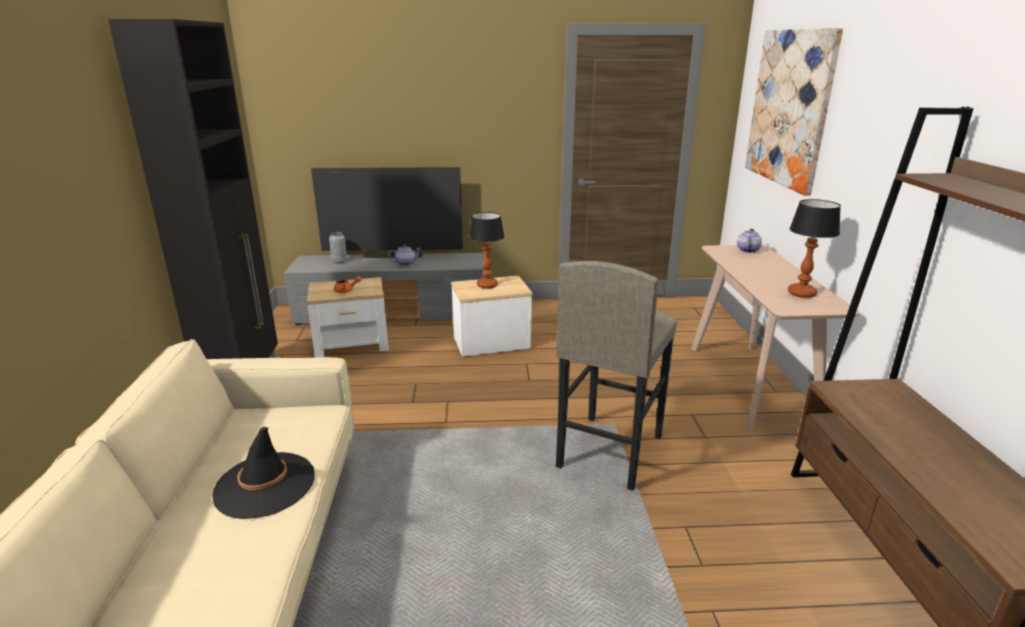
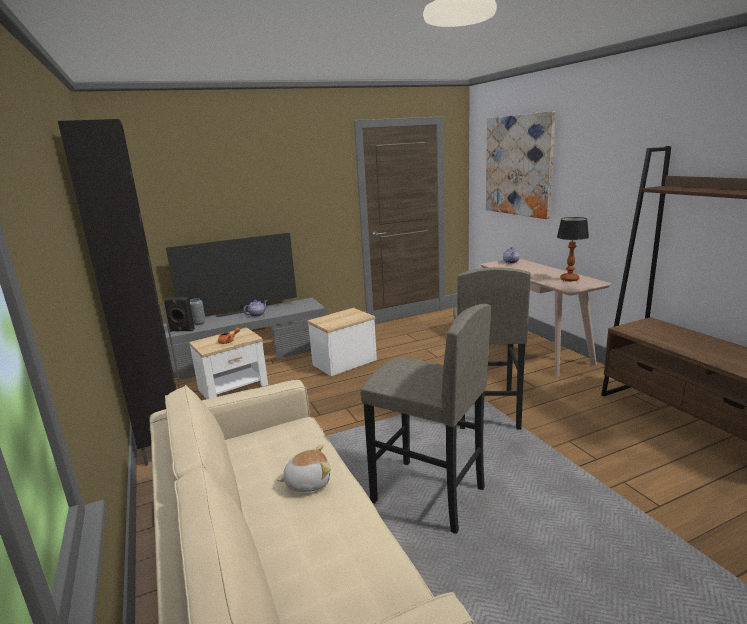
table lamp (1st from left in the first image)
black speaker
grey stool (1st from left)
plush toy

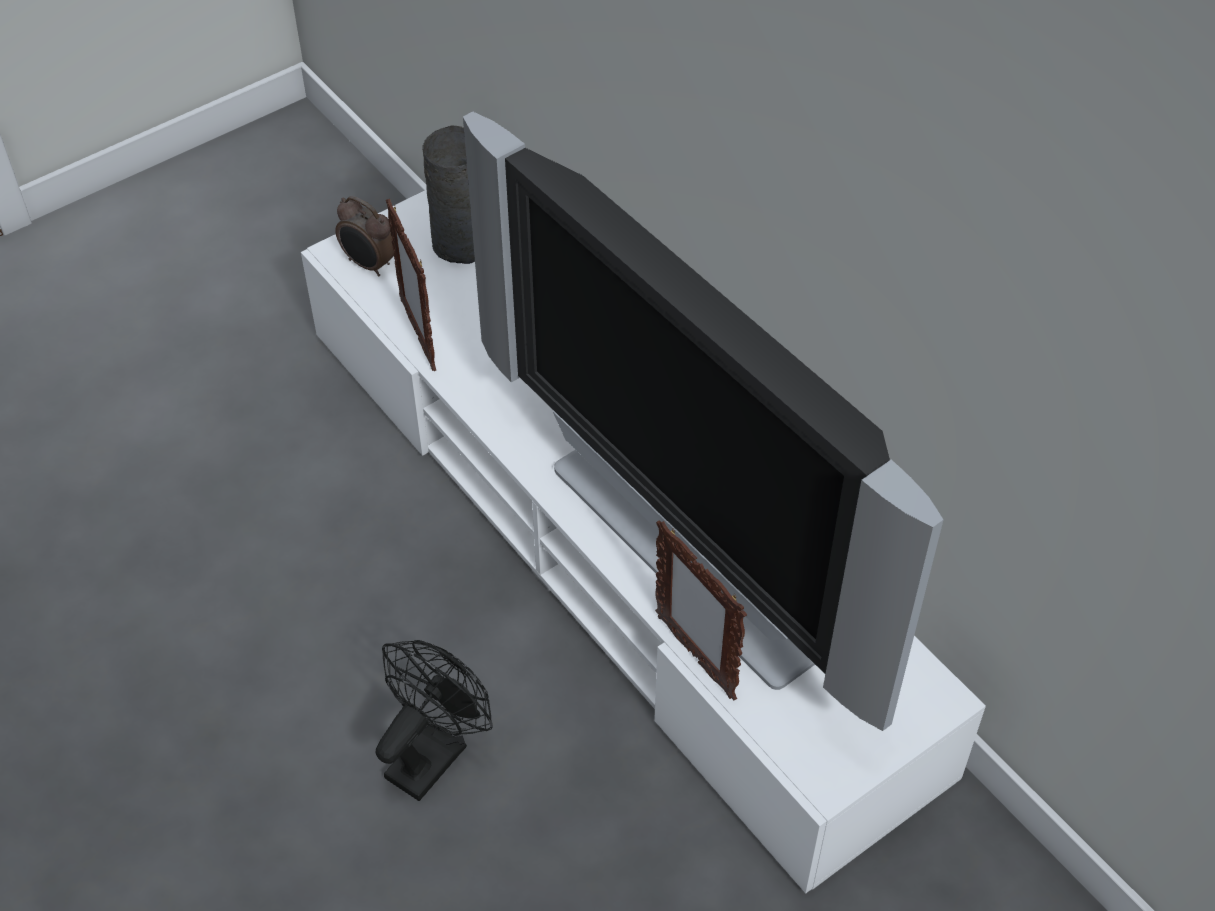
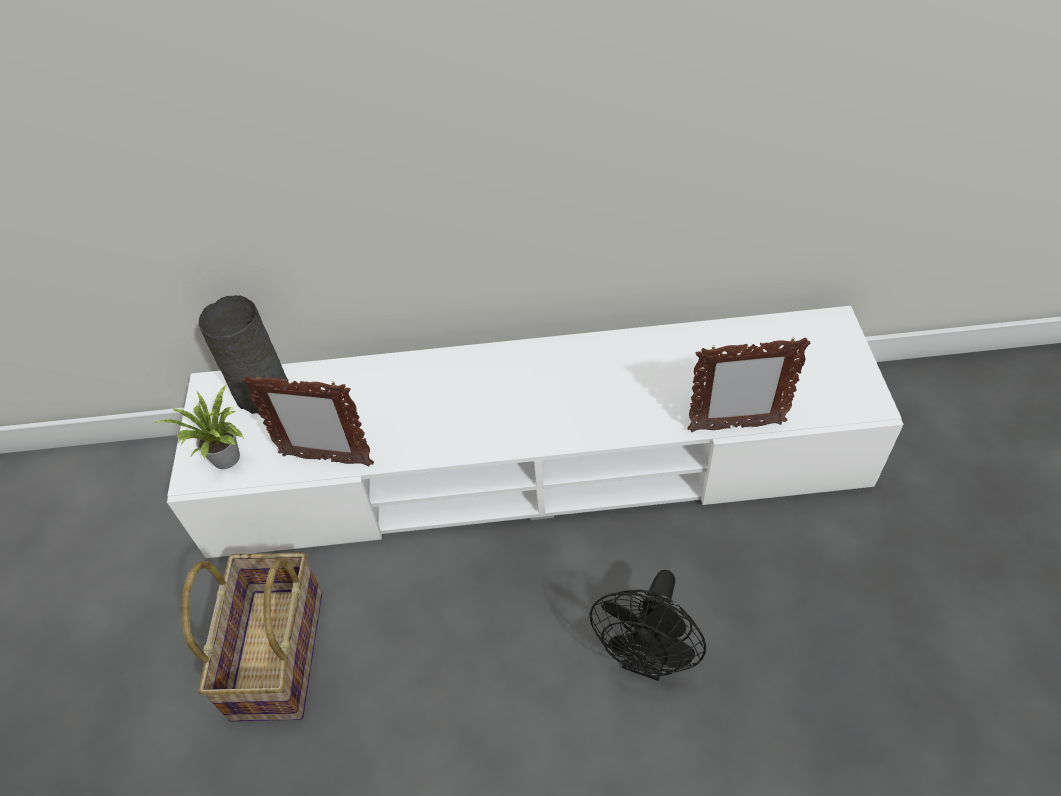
television
basket
potted plant
black fan

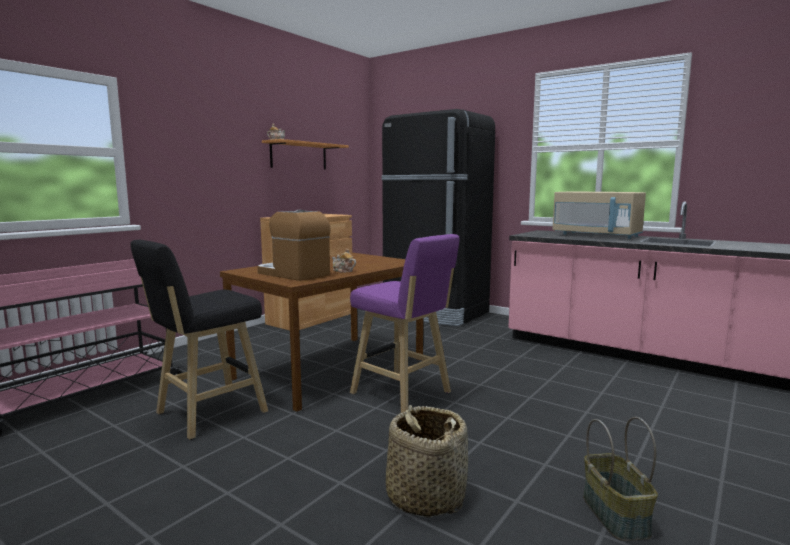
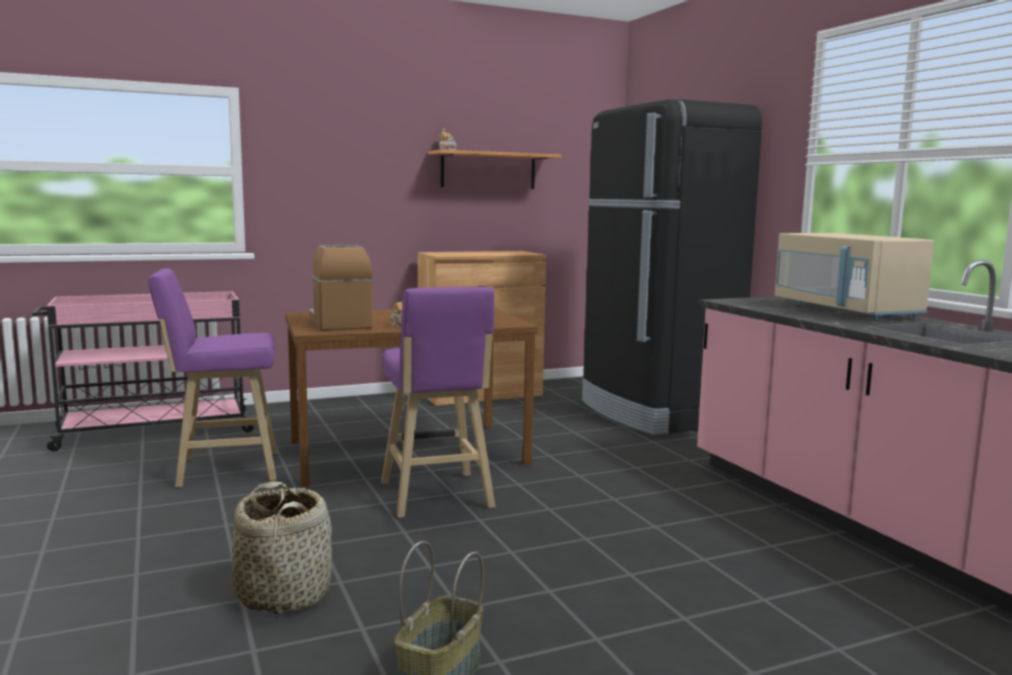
purple stool (1st from left)

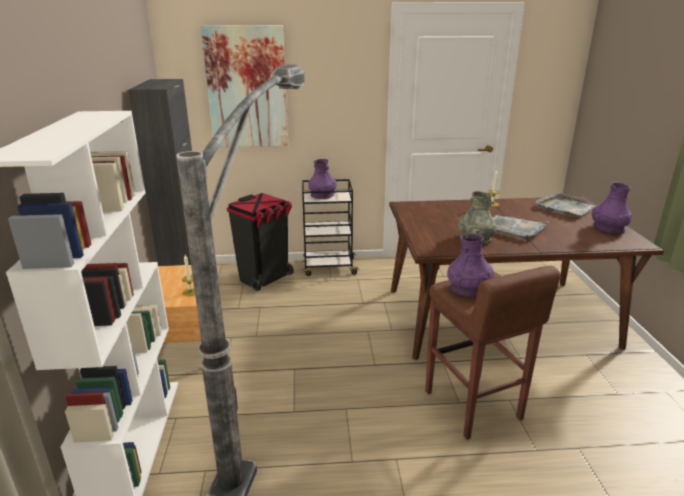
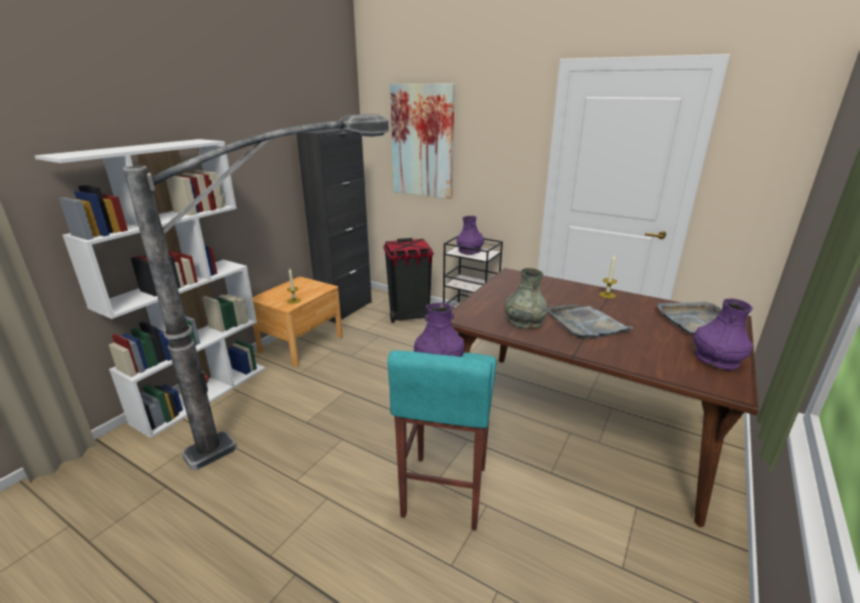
turquoise stool

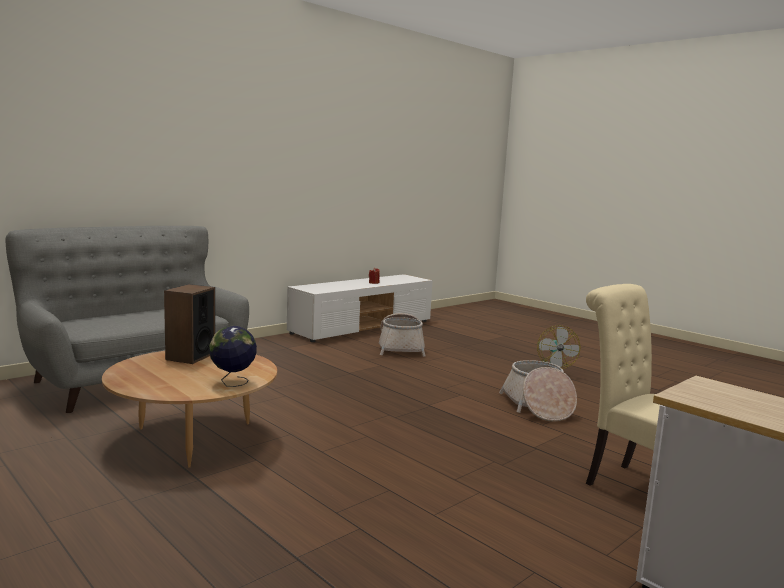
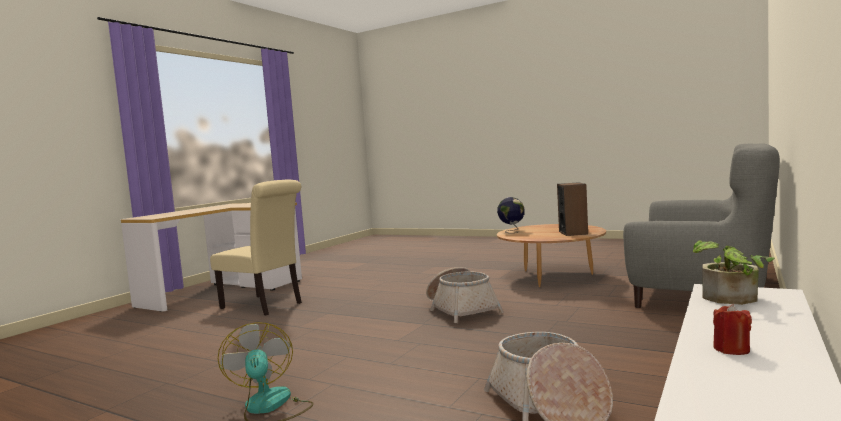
potted plant
basket (1st from left)

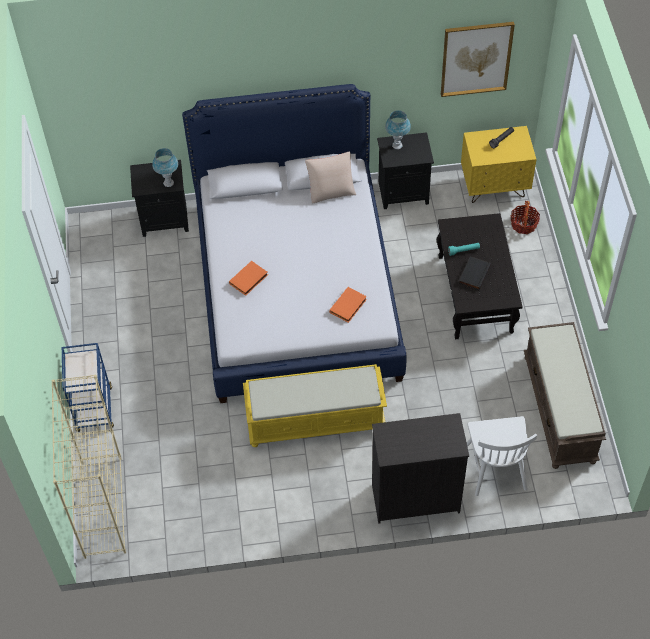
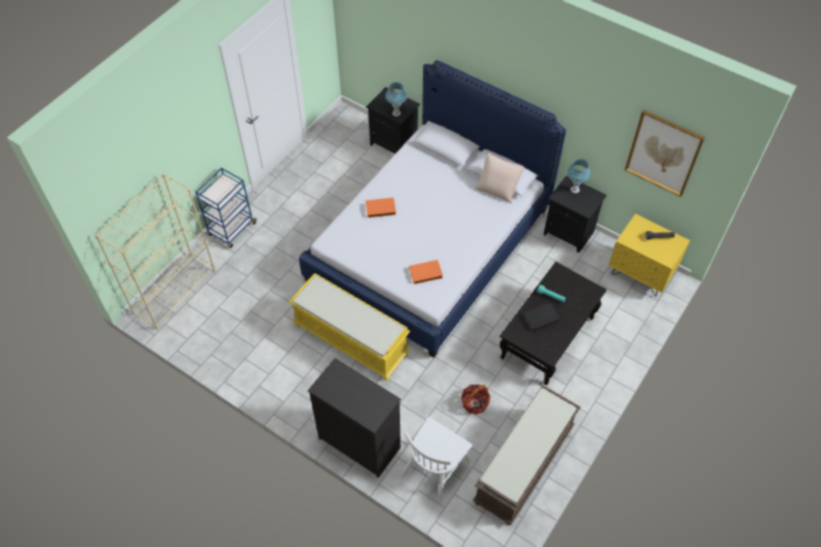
basket

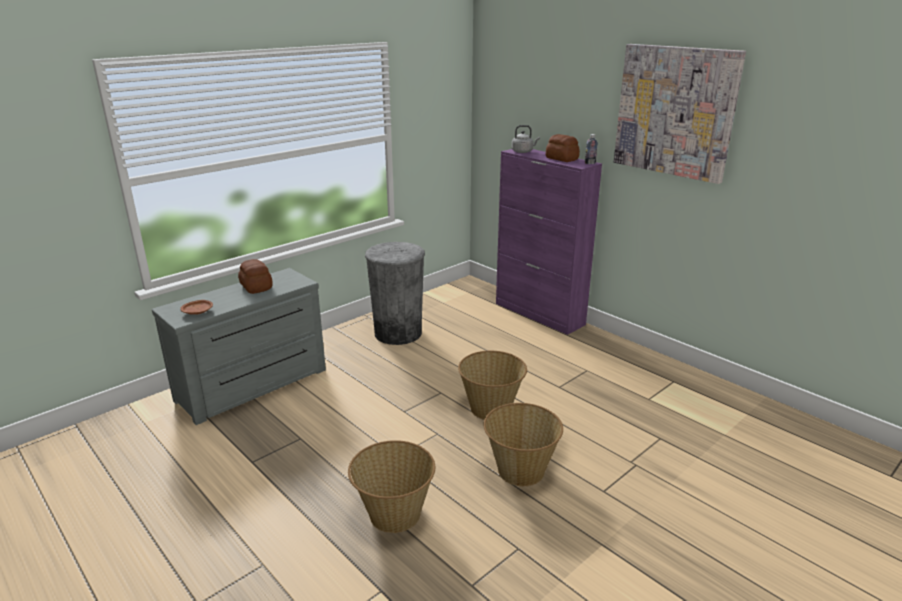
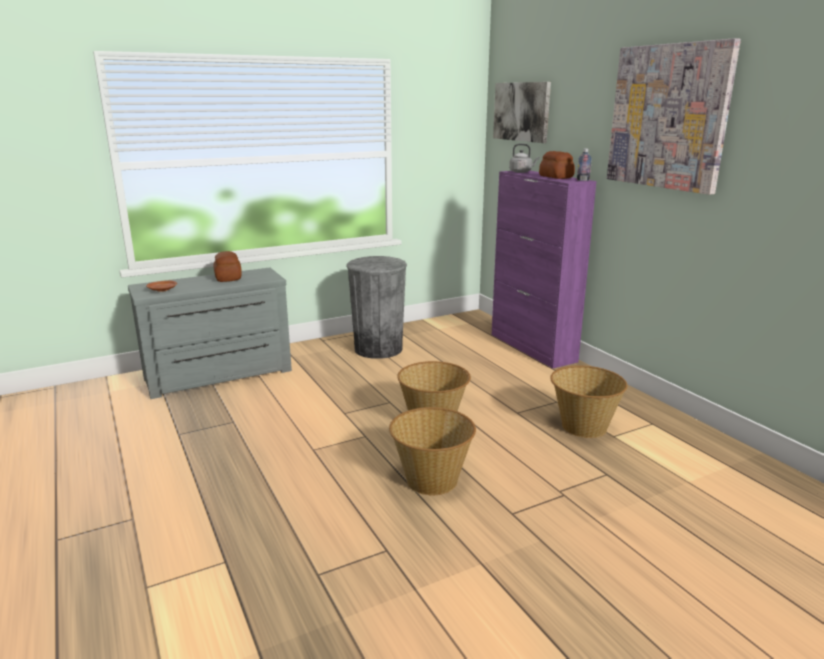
picture (1st from left)
basket (3rd from left)

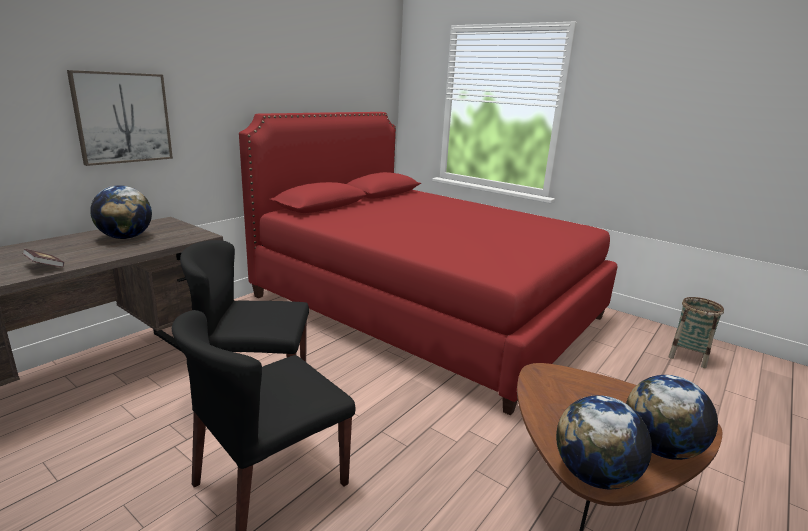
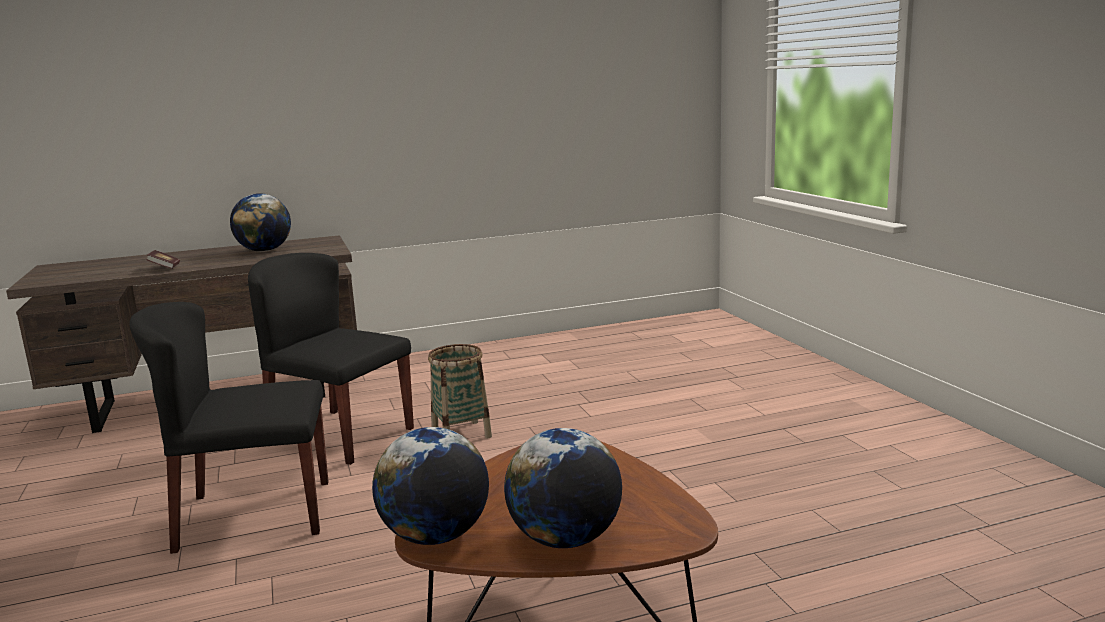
picture
red bed
basket

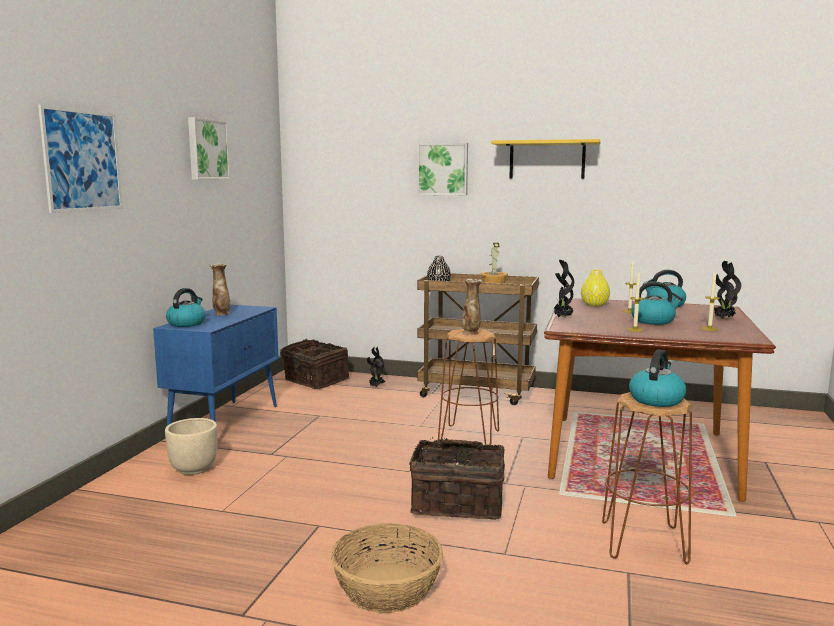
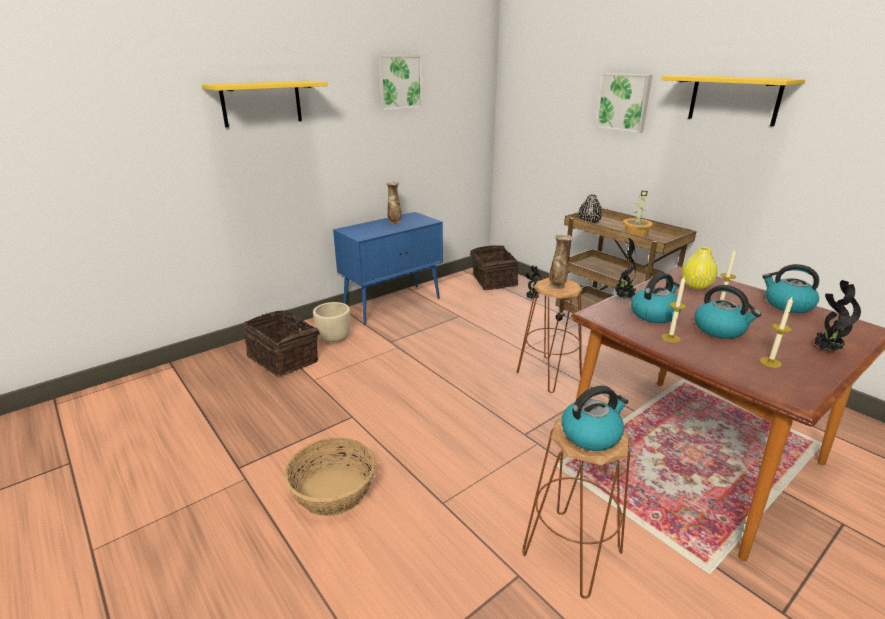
kettle (2nd from left)
basket (1st from left)
yellow shelf (1st from left)

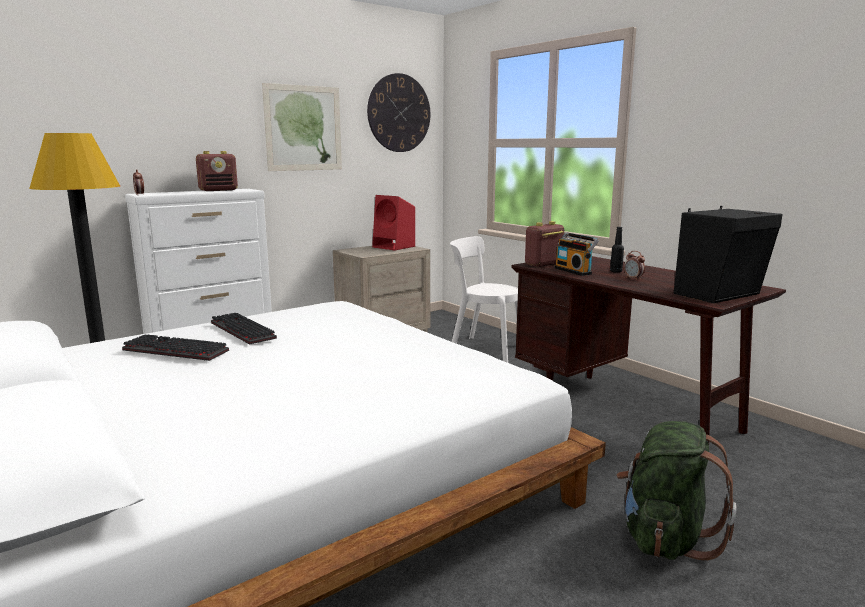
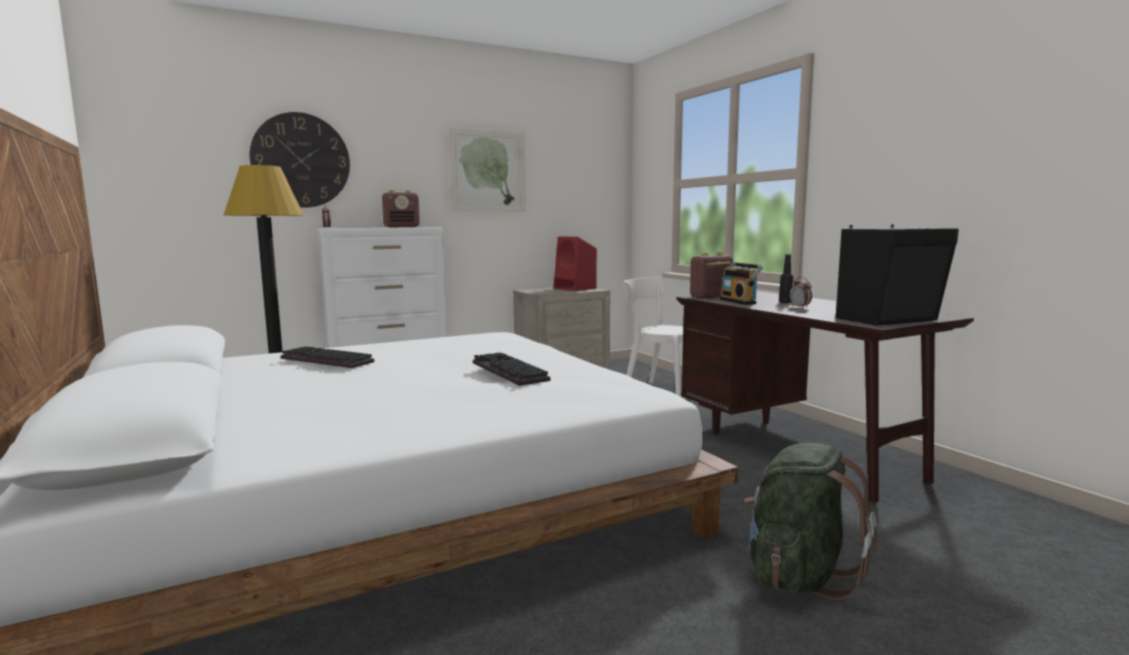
keyboard (2nd from left)
wall clock

